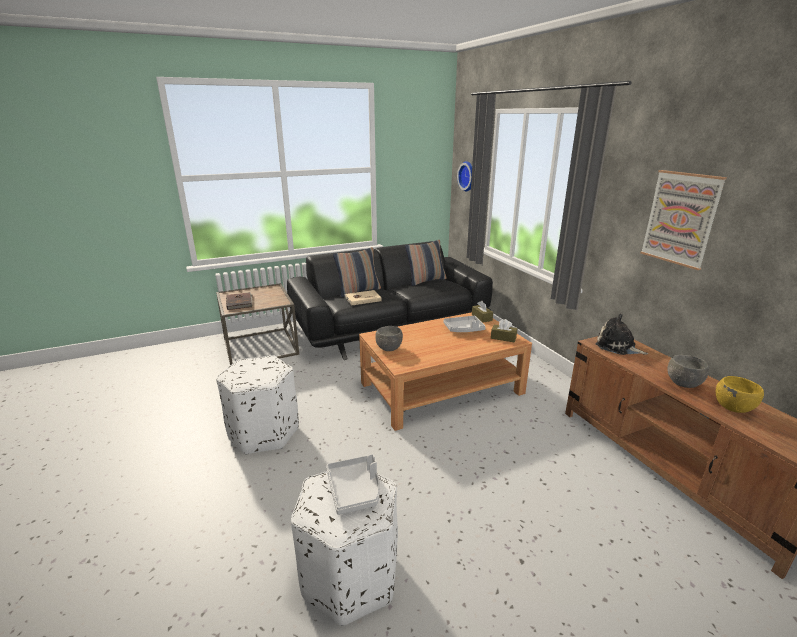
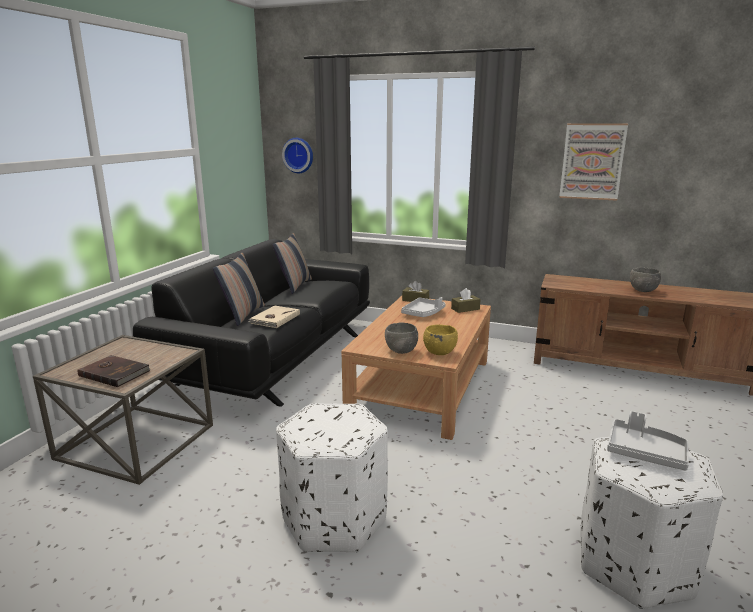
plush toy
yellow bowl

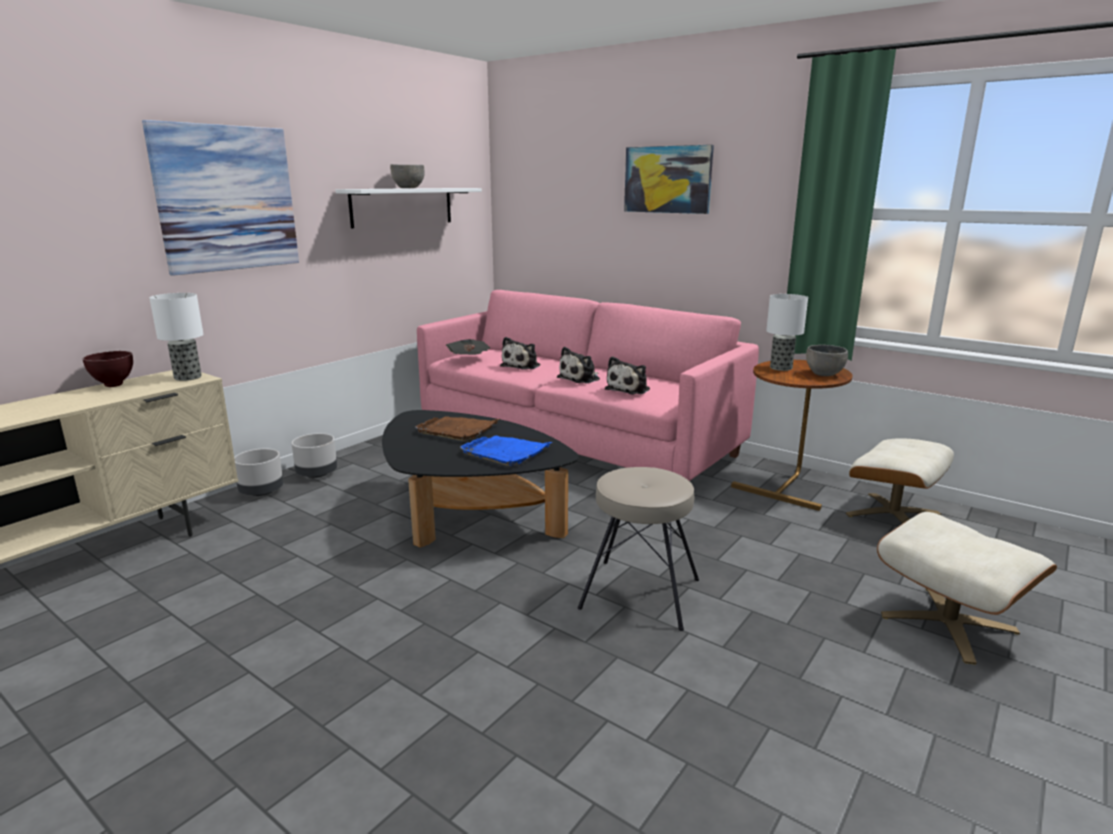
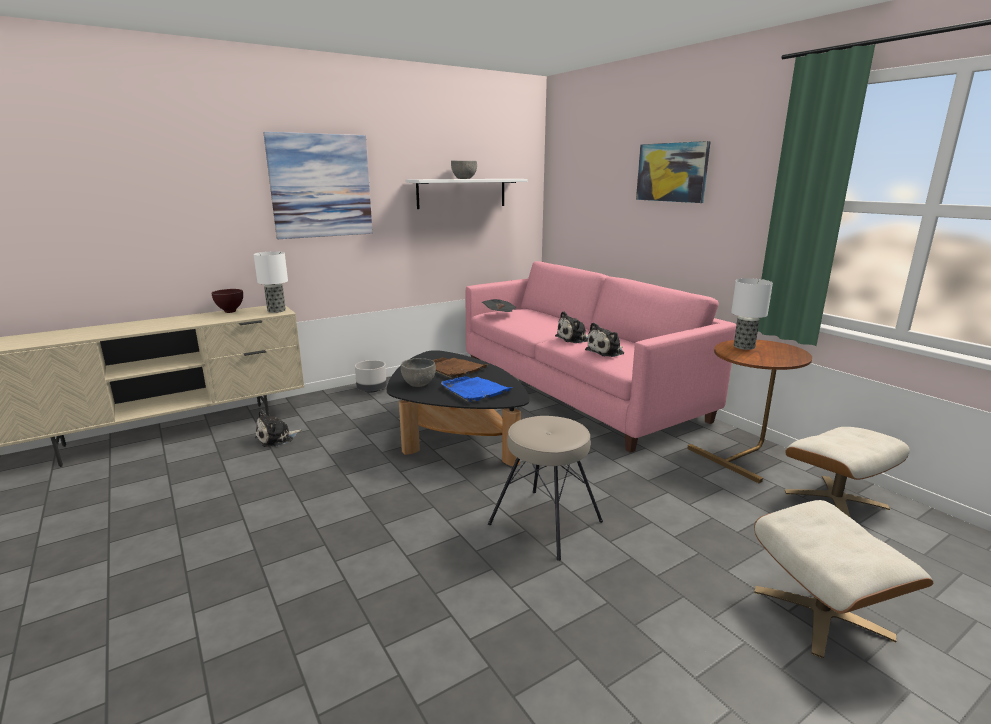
grey planter (1st from left in the first image)
plush toy (1st from left)
grey bowl (1st from left)

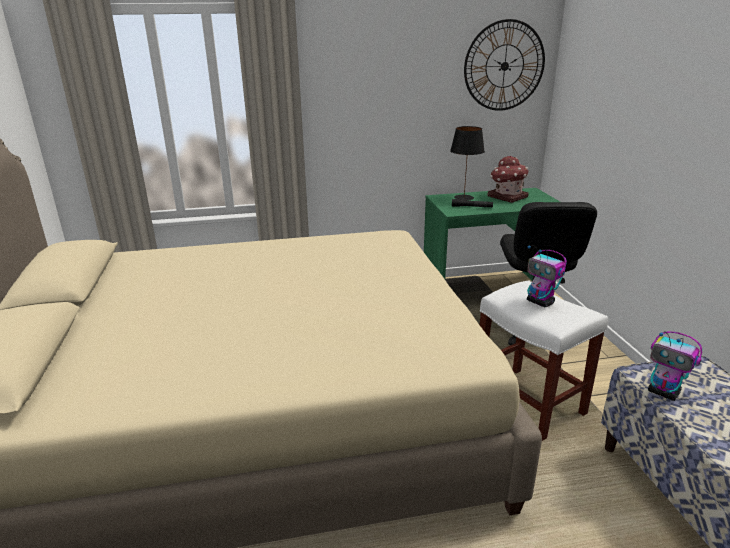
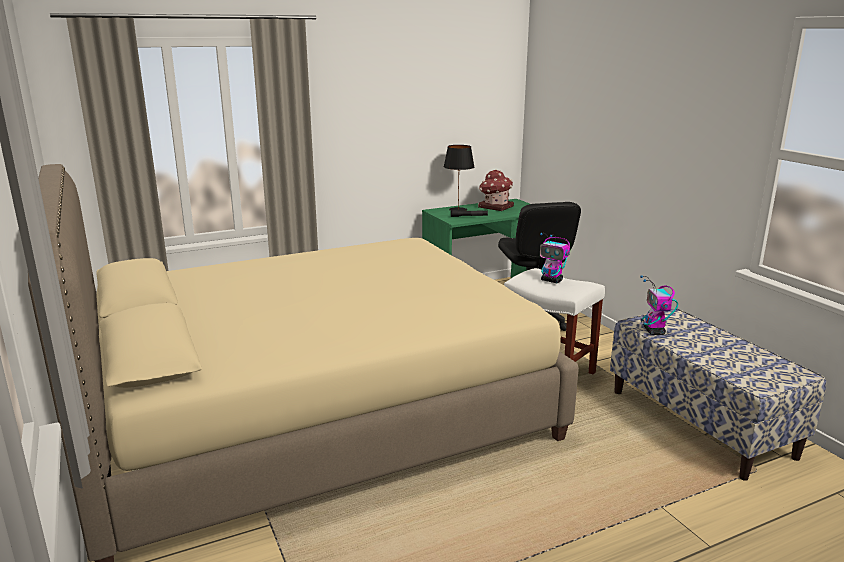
wall clock
toy robot (2nd from left)

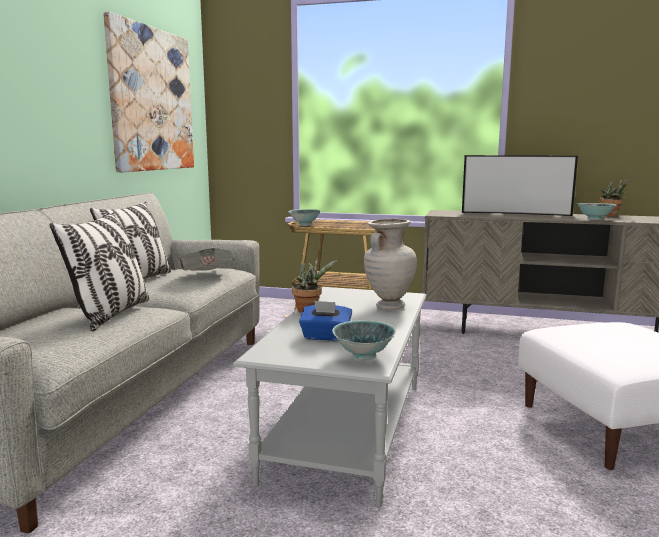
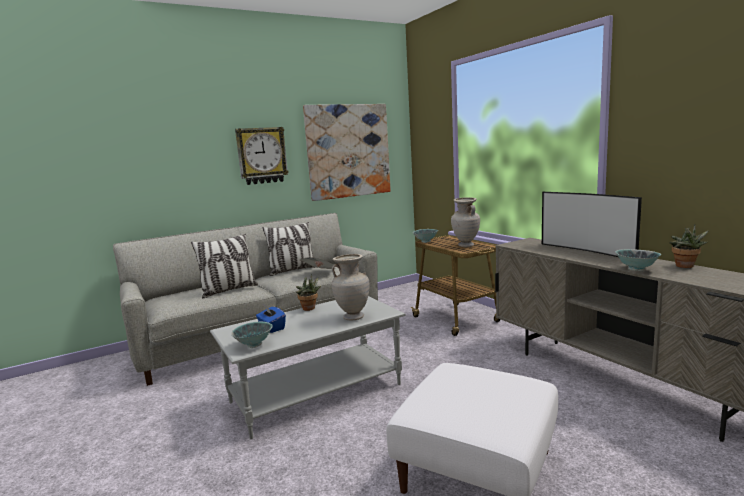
wall clock
beige vase (2nd from left)

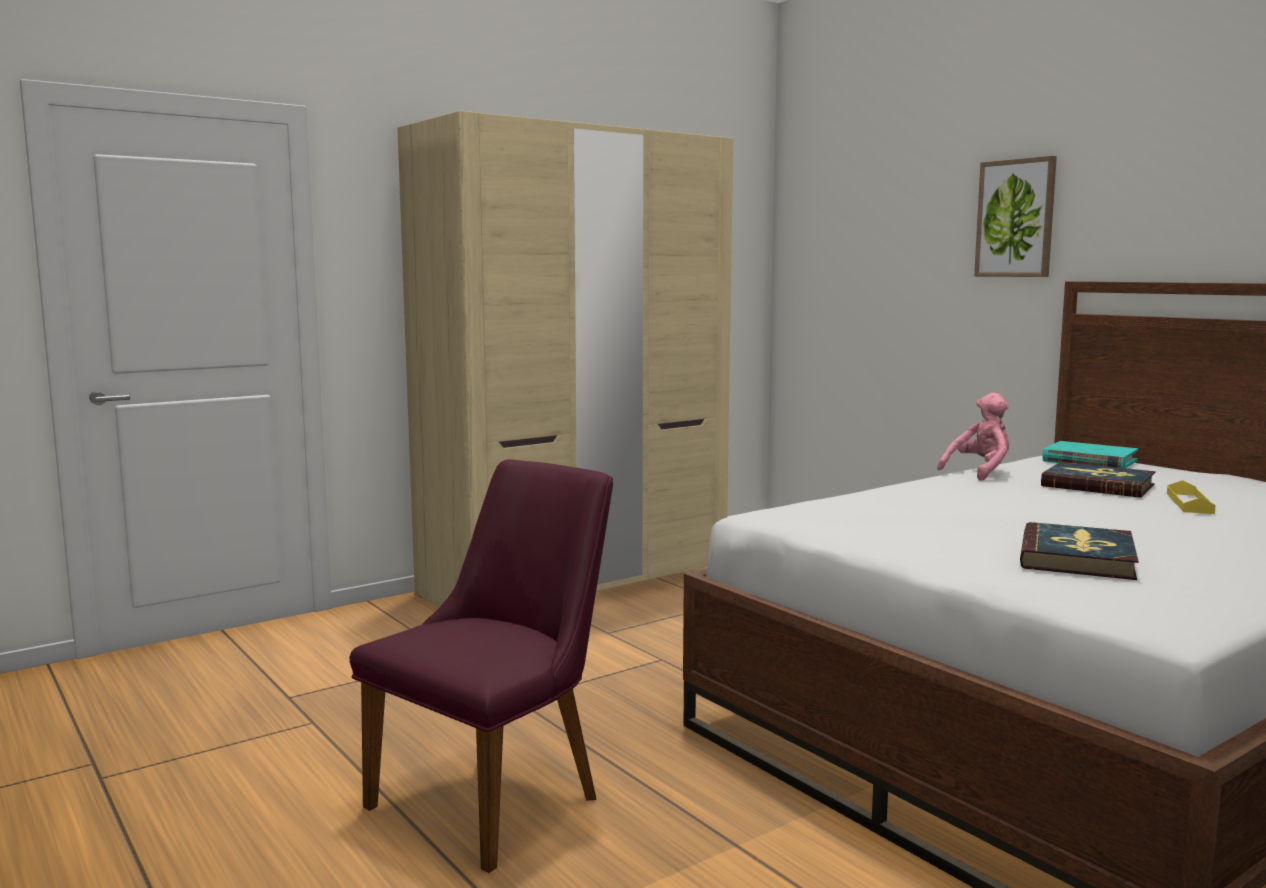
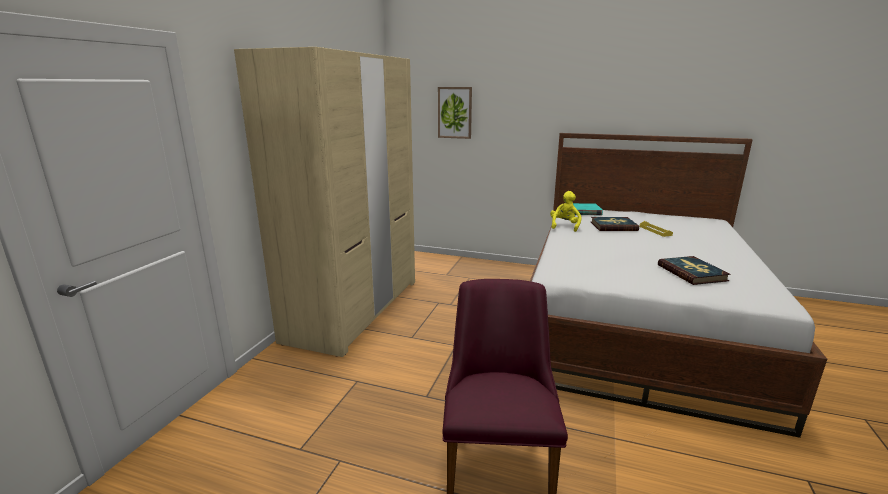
picture
yellow plush toy

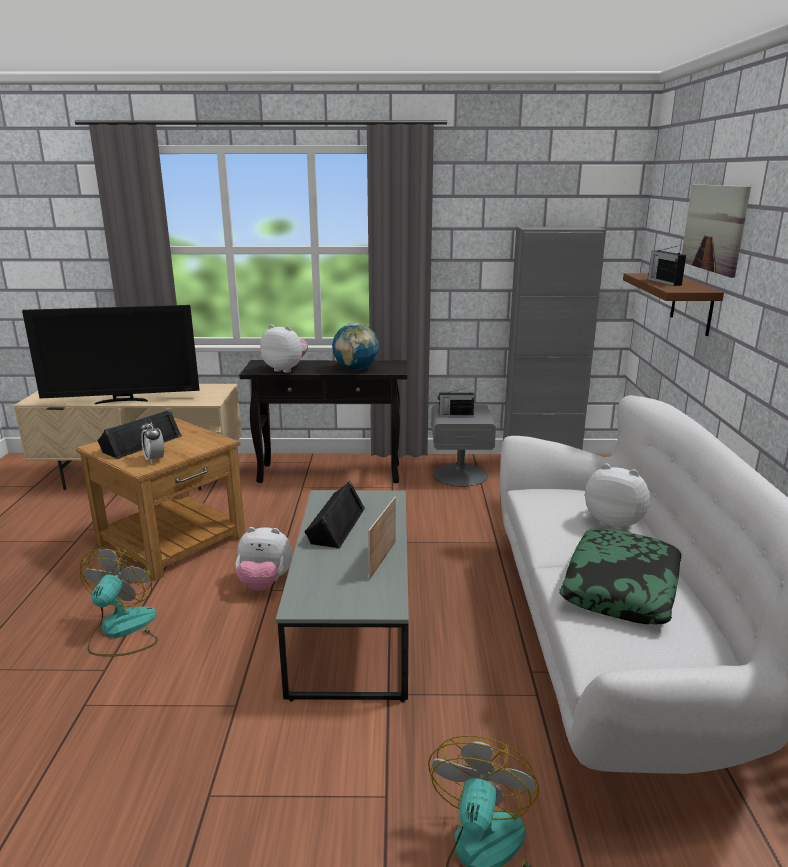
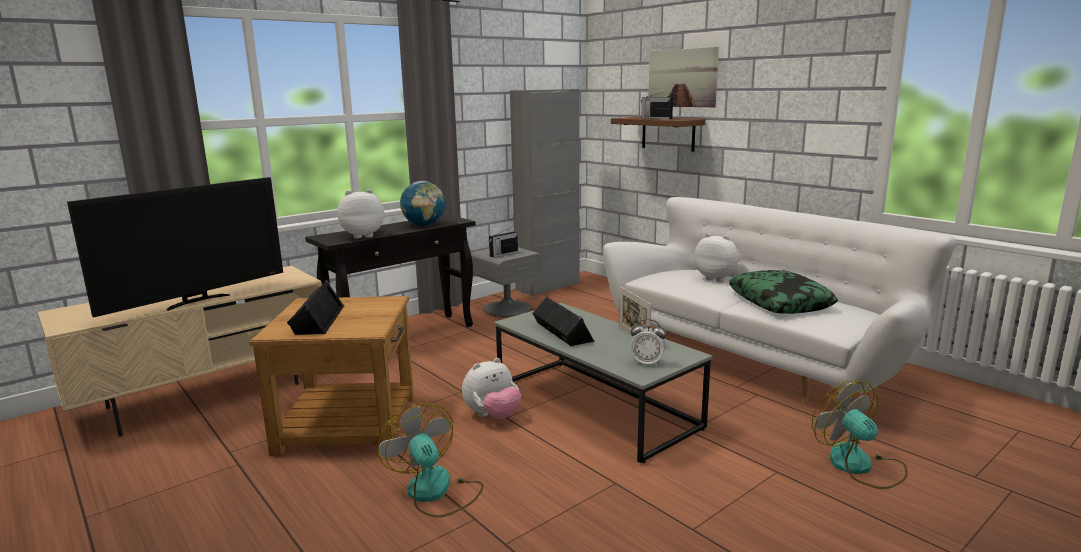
alarm clock
plush toy (3rd from left)

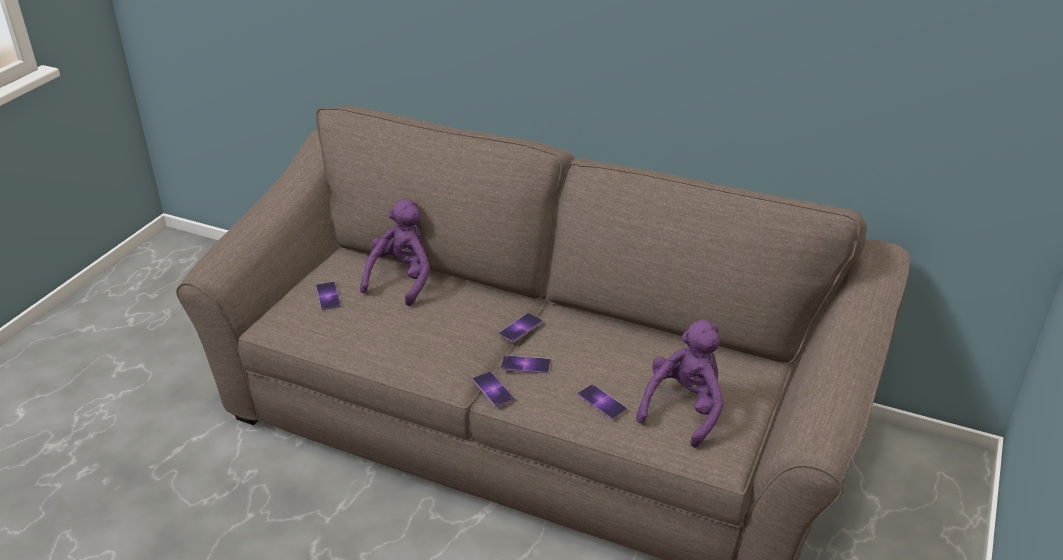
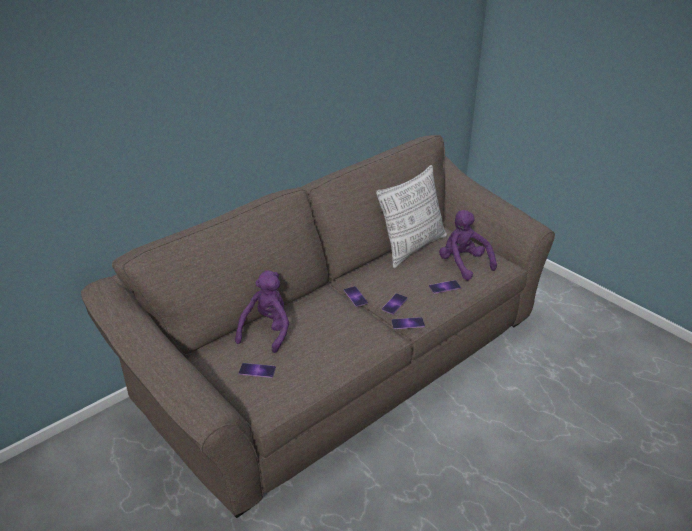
pillow
purple plush toy (1st from left)

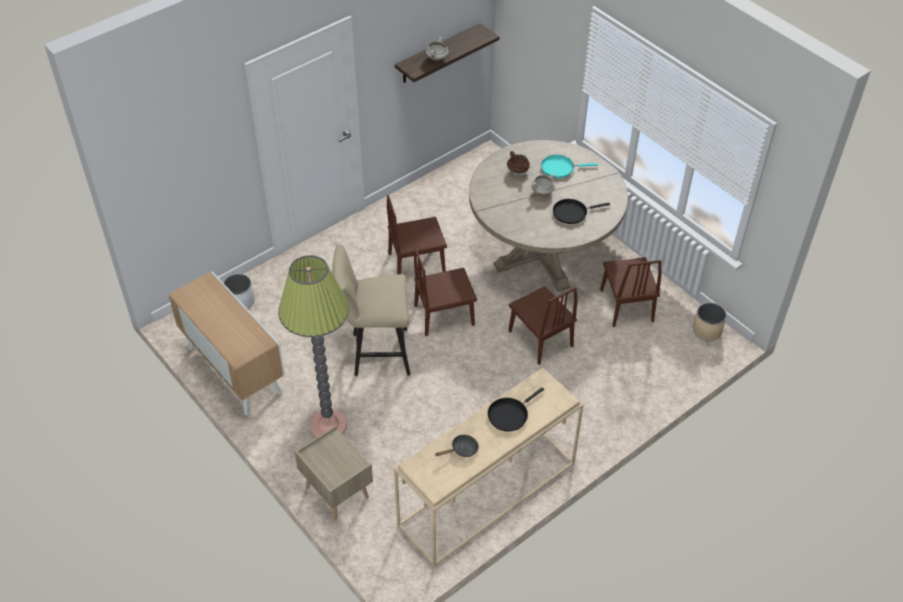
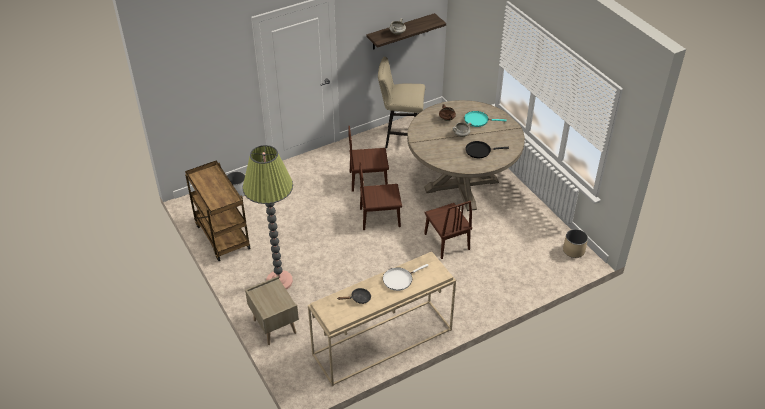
brown chair (4th from left in the first image)
beige stool
brown cart
white frying pan

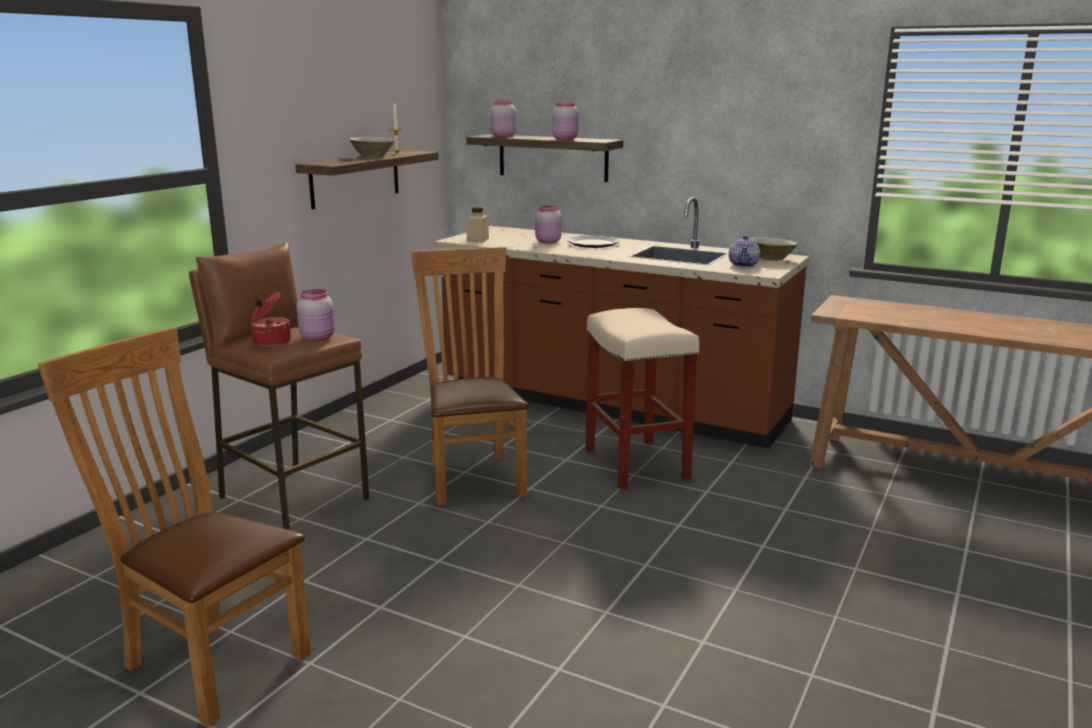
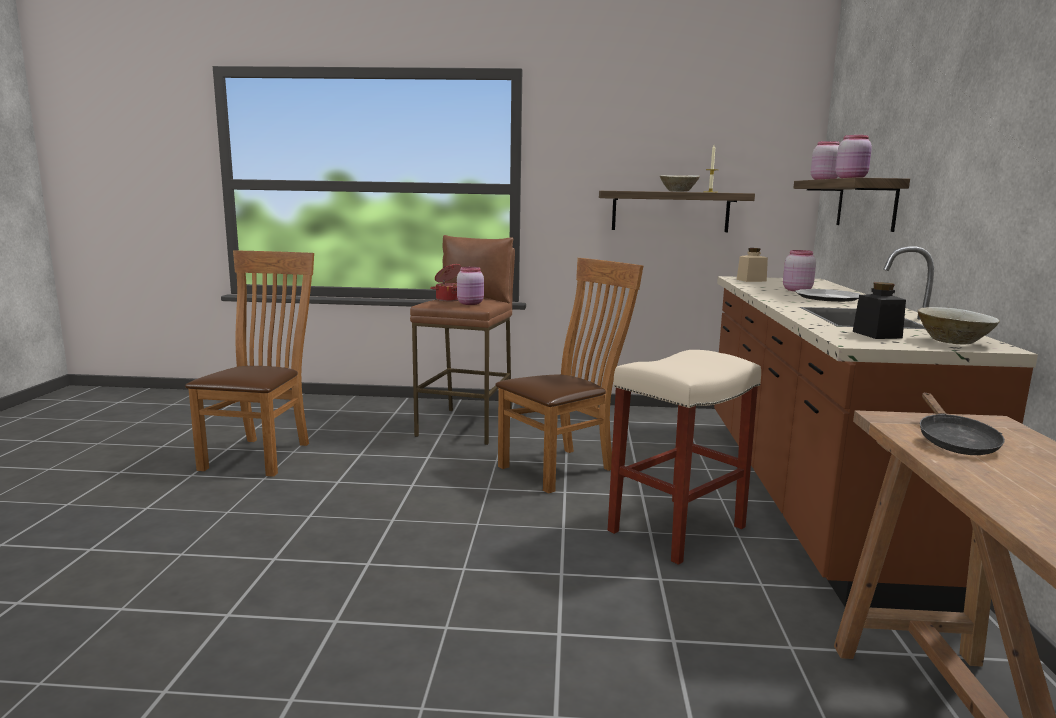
black frying pan
black jar

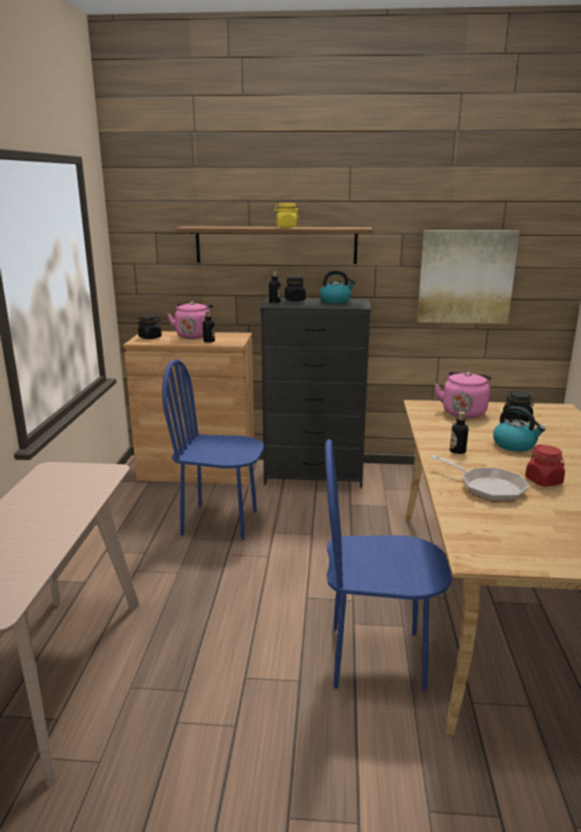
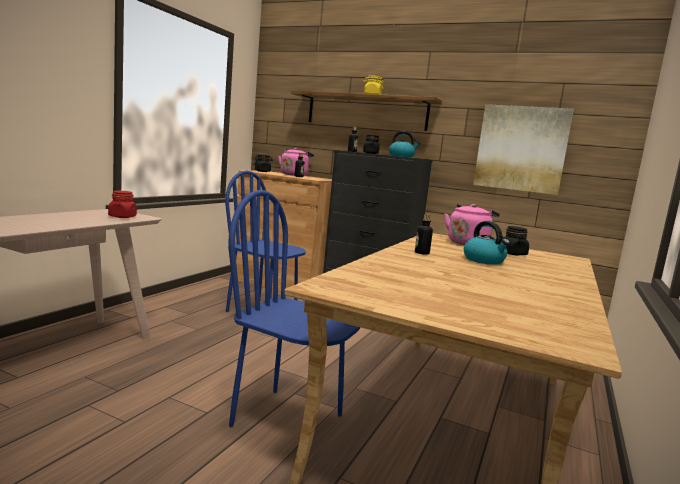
frying pan
red jar

